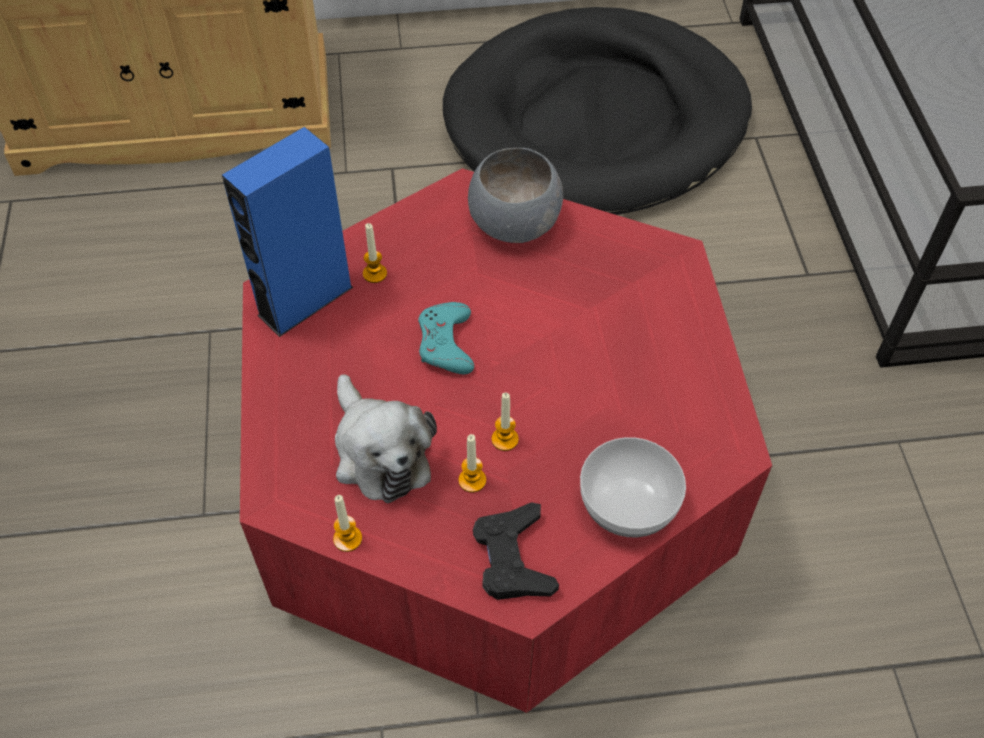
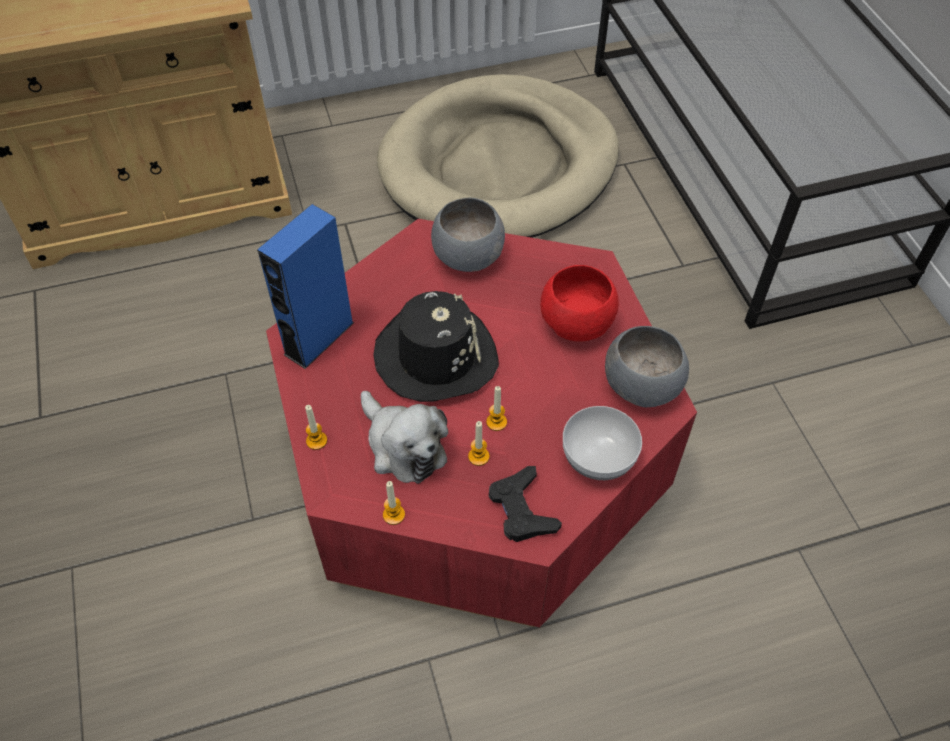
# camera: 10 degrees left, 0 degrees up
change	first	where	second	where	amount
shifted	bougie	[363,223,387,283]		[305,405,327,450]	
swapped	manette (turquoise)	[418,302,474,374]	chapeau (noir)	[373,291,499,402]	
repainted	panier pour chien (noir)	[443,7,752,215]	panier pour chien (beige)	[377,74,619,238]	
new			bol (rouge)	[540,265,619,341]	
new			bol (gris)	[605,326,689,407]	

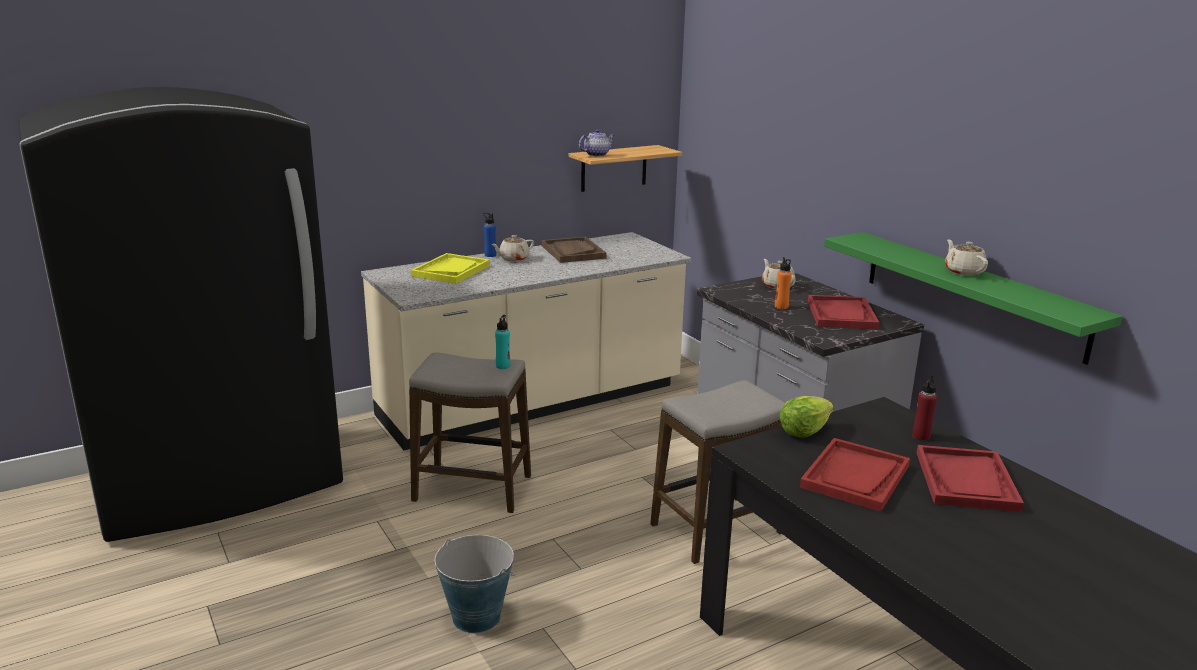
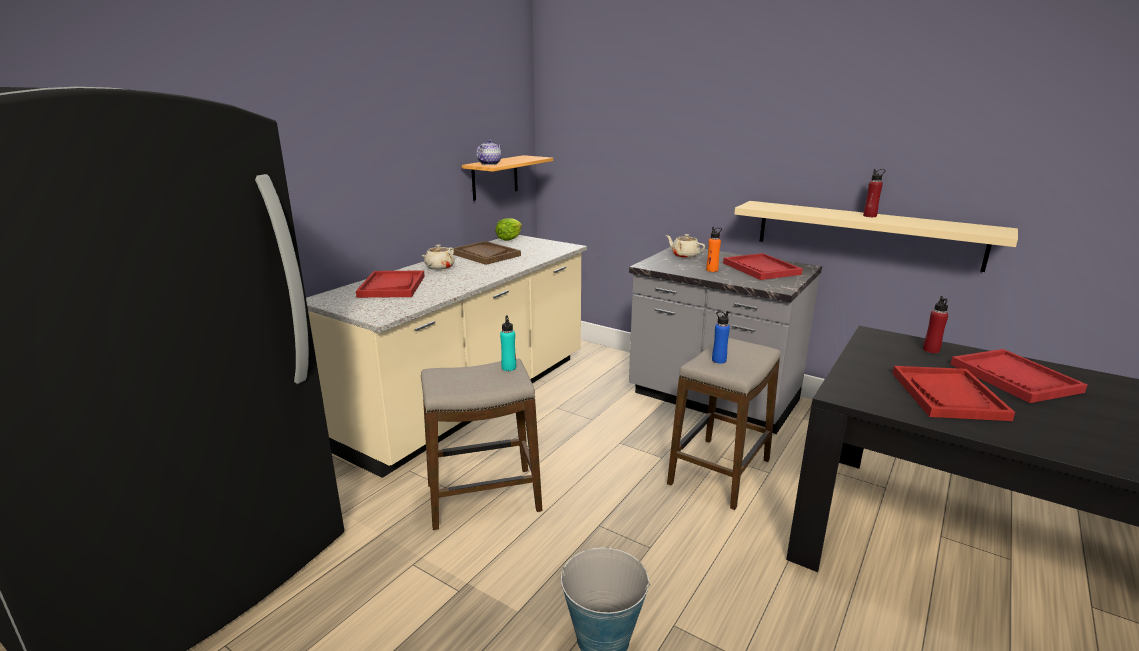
# camera: 25 degrees left, 0 degrees up
change	first	where	second	where	amount
repainted	plateau (jaune)	[411,253,490,284]	plateau (rouge)	[356,270,425,298]	
shifted	laitue	[779,396,834,437]		[495,218,522,241]	
shifted	bouteille (bleu)	[484,212,496,257]		[712,311,730,364]	
repainted	étagère (vert)	[824,232,1123,365]	étagère (beige)	[734,201,1018,272]	
swapped	théière (beige)	[945,239,988,276]	bouteille (rouge)	[863,169,886,217]	

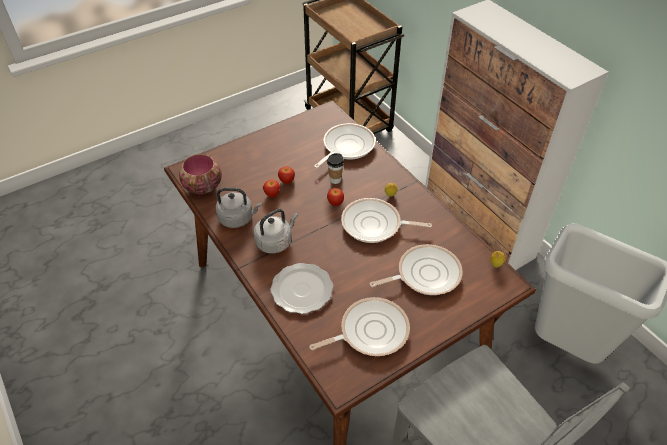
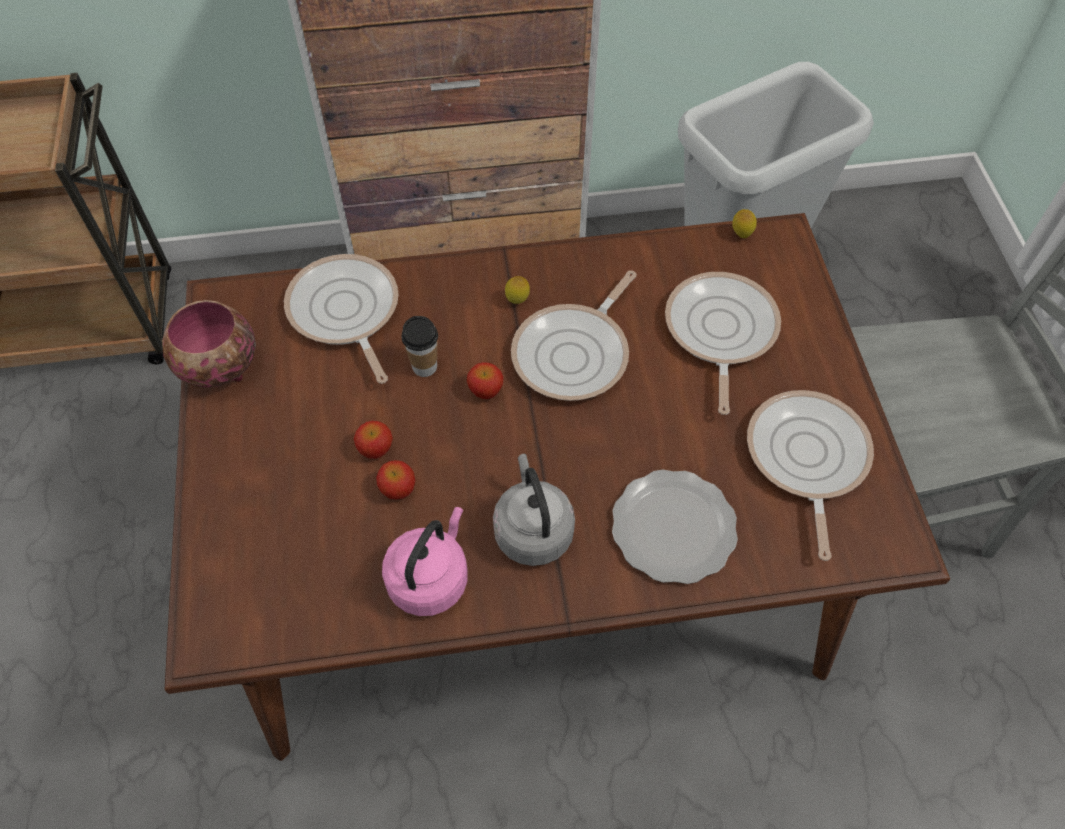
# camera: 65 degrees left, 10 degrees up
change	first	where	second	where	amount
shifted	bol	[179,154,222,197]		[162,300,256,388]	
repainted	bouilloire (gris)	[216,188,261,228]	bouilloire (rose)	[382,507,468,616]	

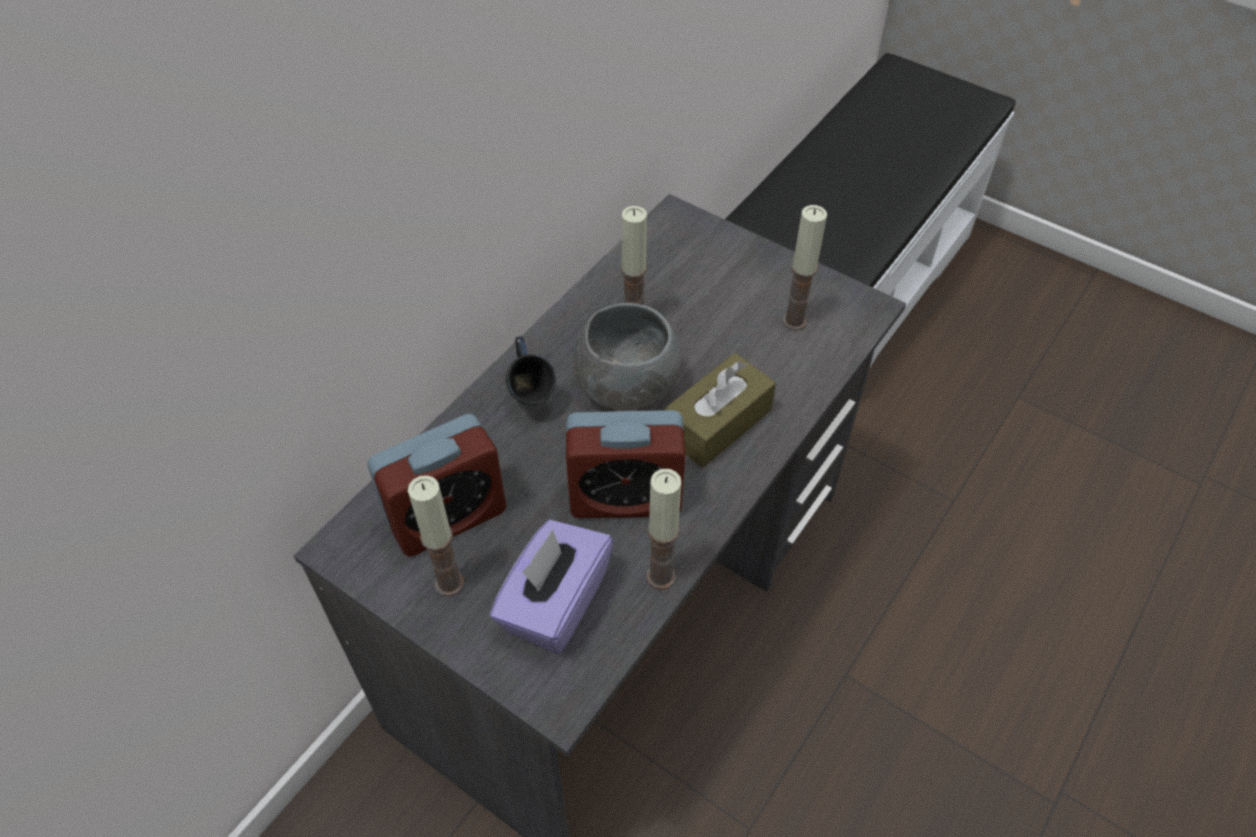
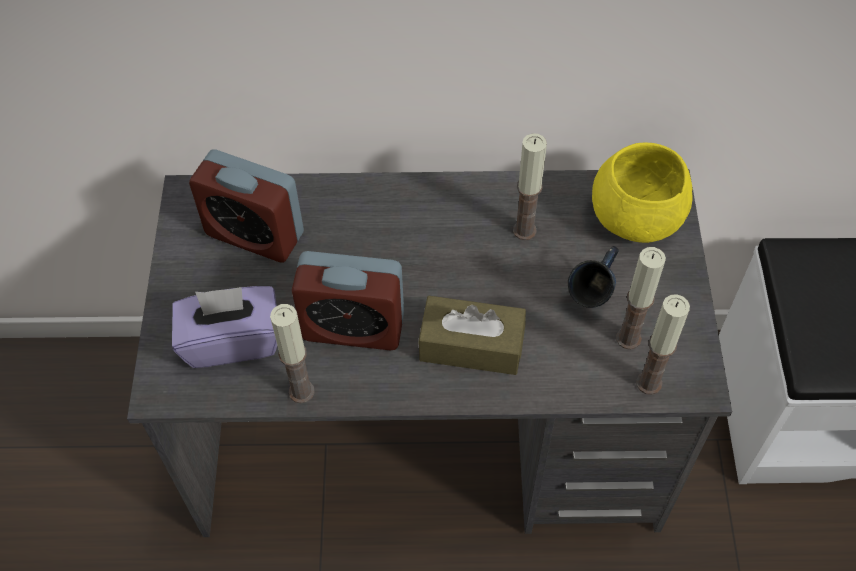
# camera: 55 degrees right, 5 degrees up
change	first	where	second	where	amount
rotated	réveil	[566,410,686,518]		[292,251,404,350]	45 degrees counterclockwise
shifted	mug (bleu)	[506,336,556,405]		[568,246,619,308]	
new			bol (jaune)	[592,143,693,243]	
shifted	bougie	[408,475,464,596]		[636,294,690,395]	
gone	bol (gris)	[572,303,681,410]			

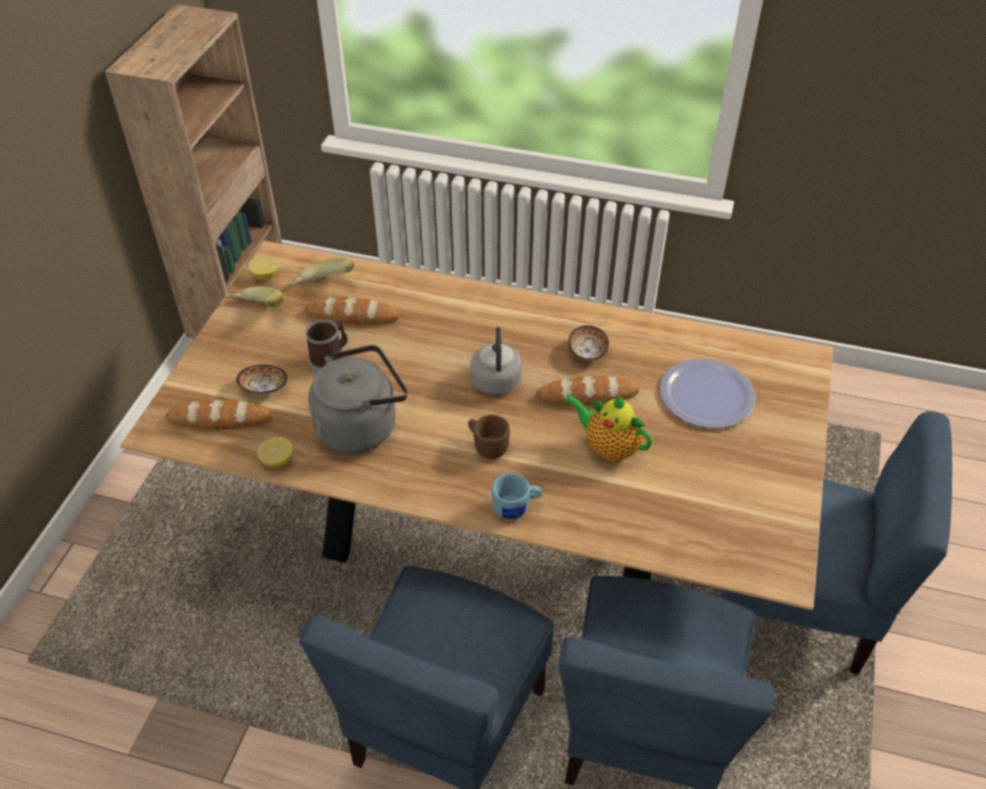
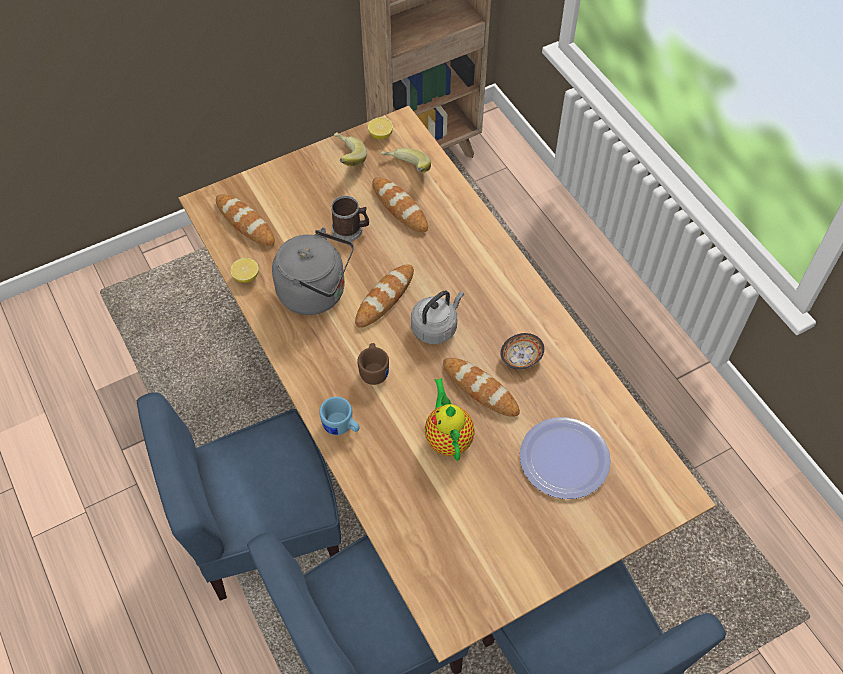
# camera: 45 degrees right, 10 degrees up
change	first	where	second	where	amount
new			pain	[355,264,414,328]	
gone	bol	[236,365,288,394]			

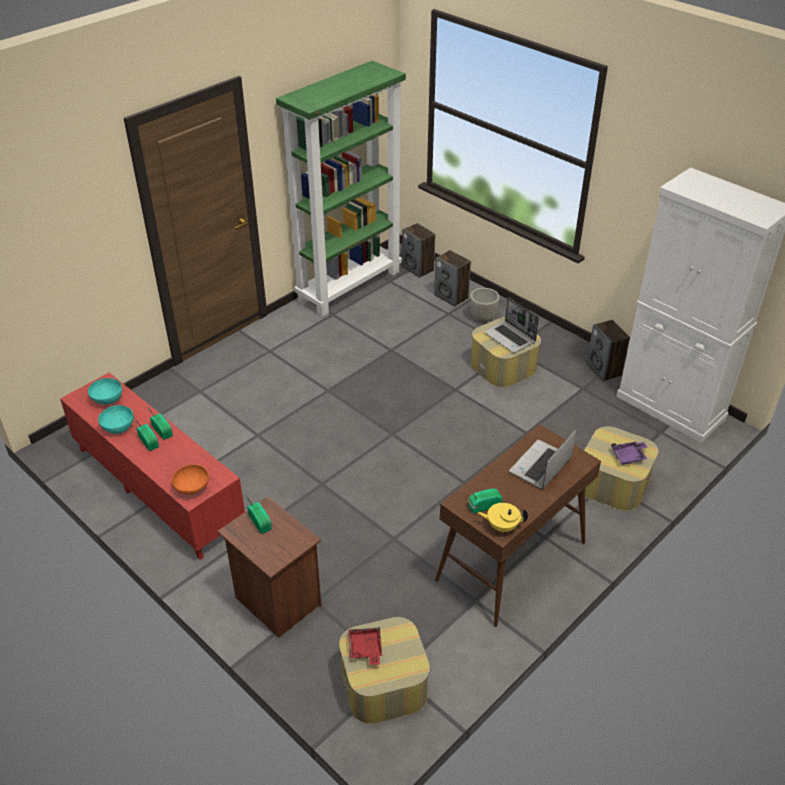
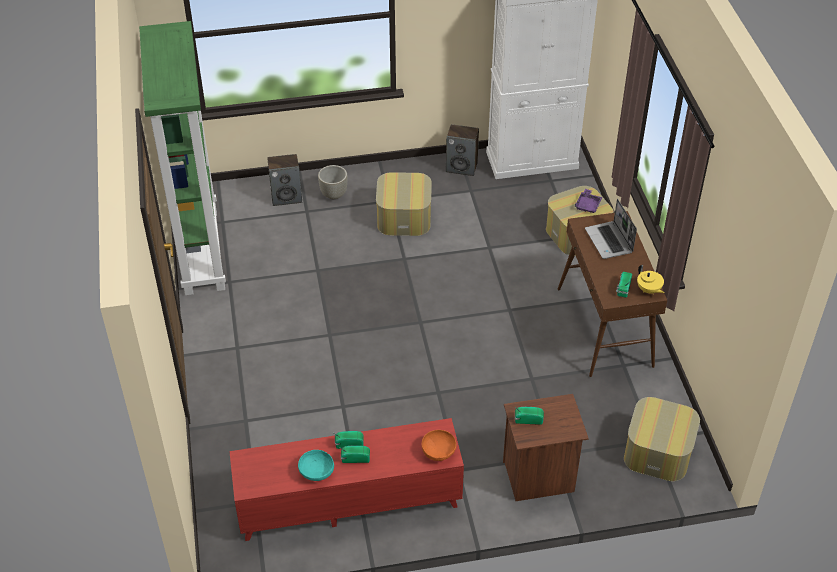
# camera: 55 degrees left, 5 degrees up
change	first	where	second	where	amount
rotated	théière (jaune)	[478,503,528,533]		[637,265,665,294]	75 degrees counterclockwise
gone	bol (turquoise)	[88,378,122,404]			
gone	plateau (rouge)	[348,626,382,665]			
gone	enceinte	[402,223,435,278]			
gone	ordinateur portable	[484,298,539,353]			

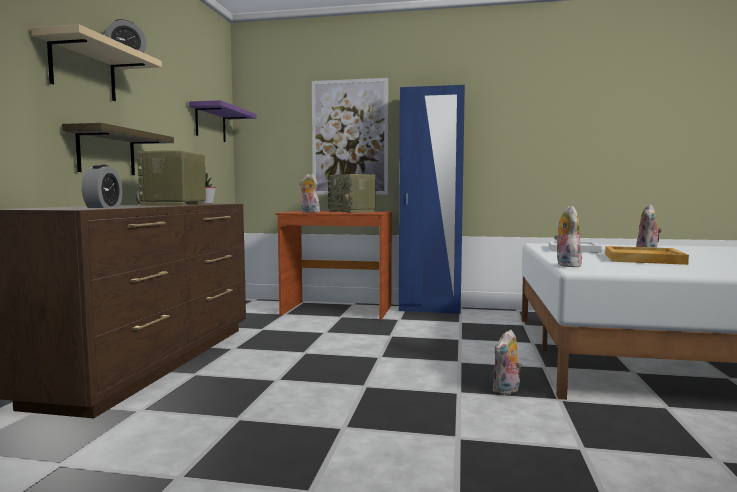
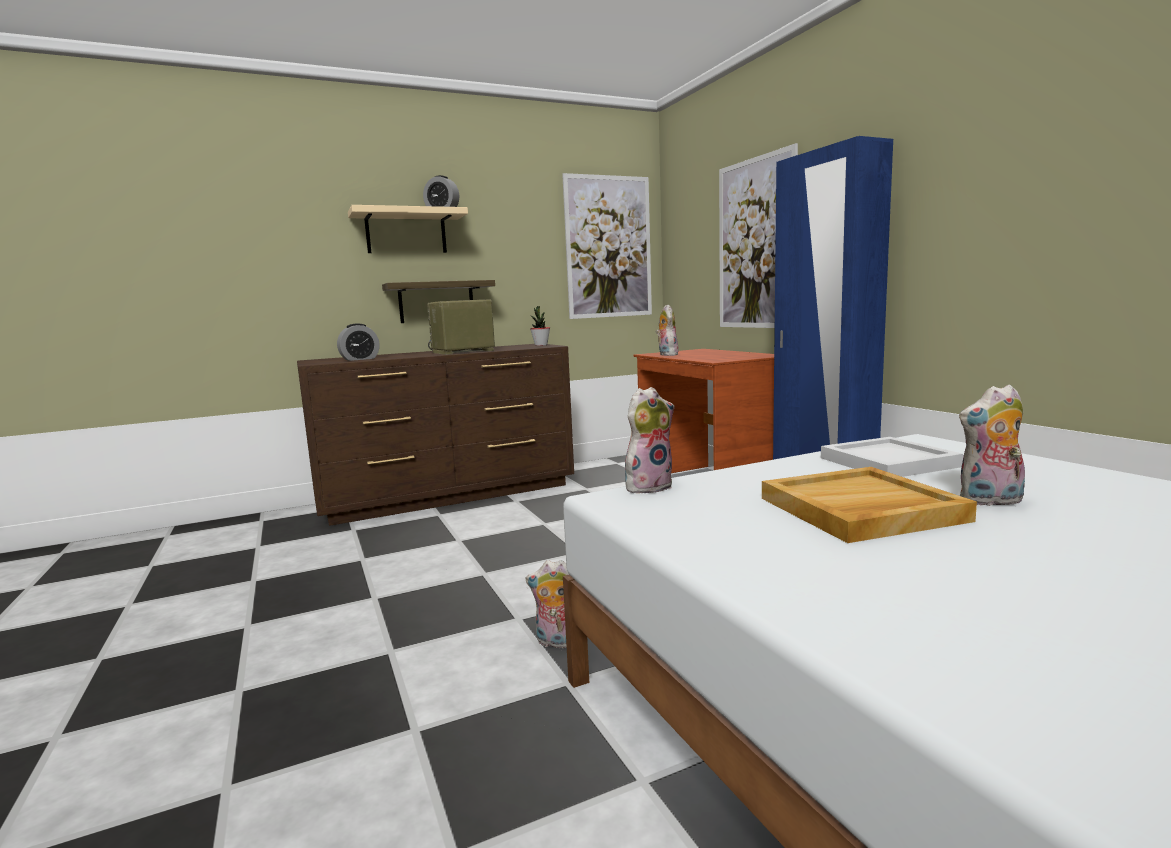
# camera: 55 degrees right, 5 degrees up
change	first	where	second	where	amount
swapped	étagère (violet)	[189,100,257,142]	tableau	[562,173,652,319]	
gone	radio	[328,174,376,213]			

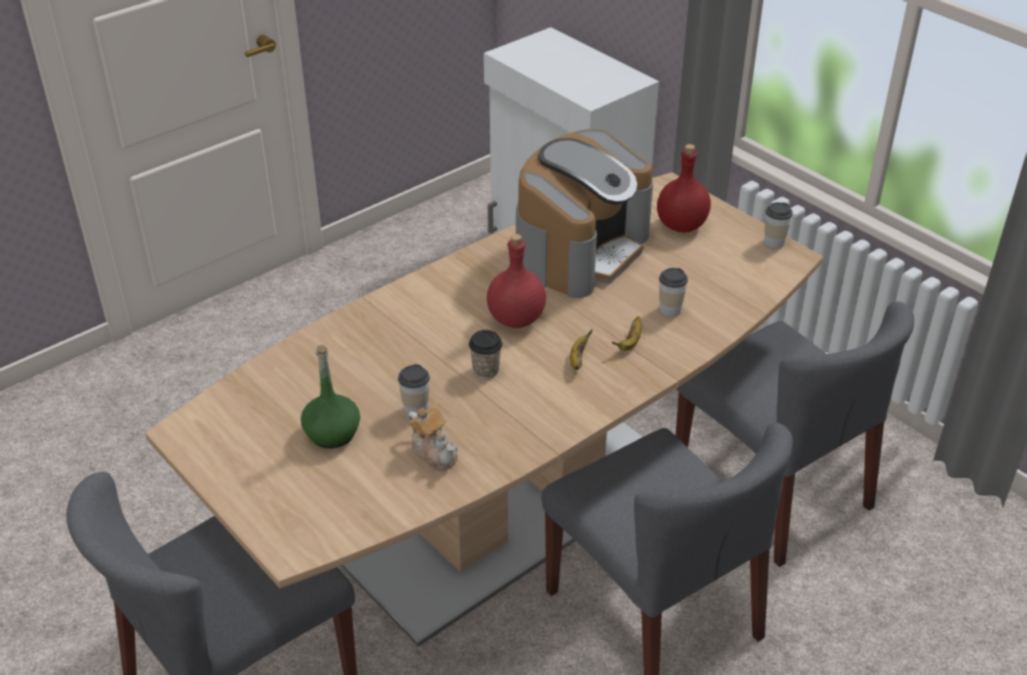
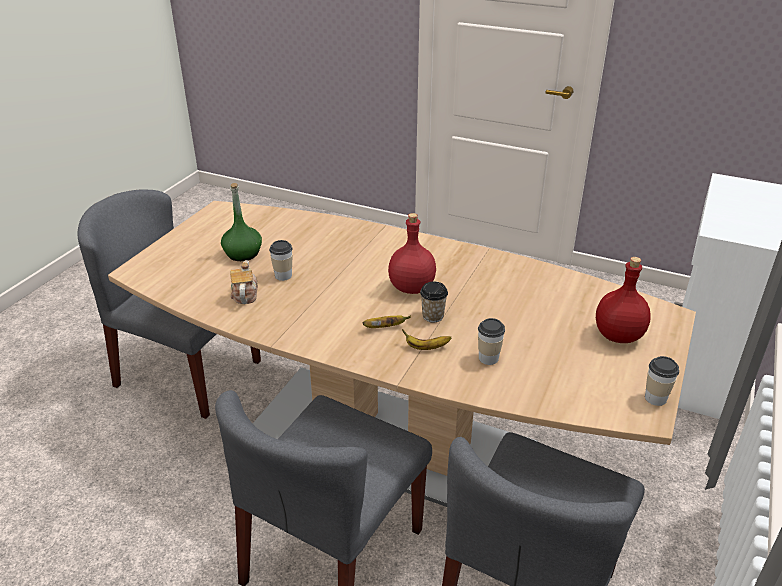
# camera: 65 degrees right, 5 degrees down
change	first	where	second	where	amount
rotated	théière	[408,406,458,471]		[230,260,258,304]	150 degrees clockwise
shifted	tasse	[469,330,502,379]		[420,281,448,322]	
gone	machine à café	[516,129,653,298]			

